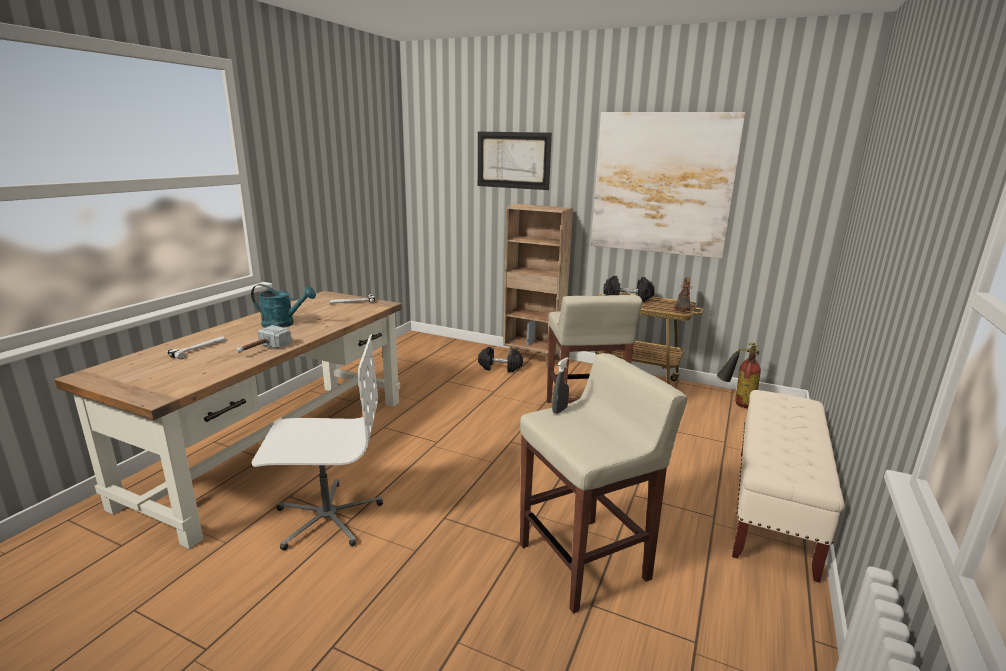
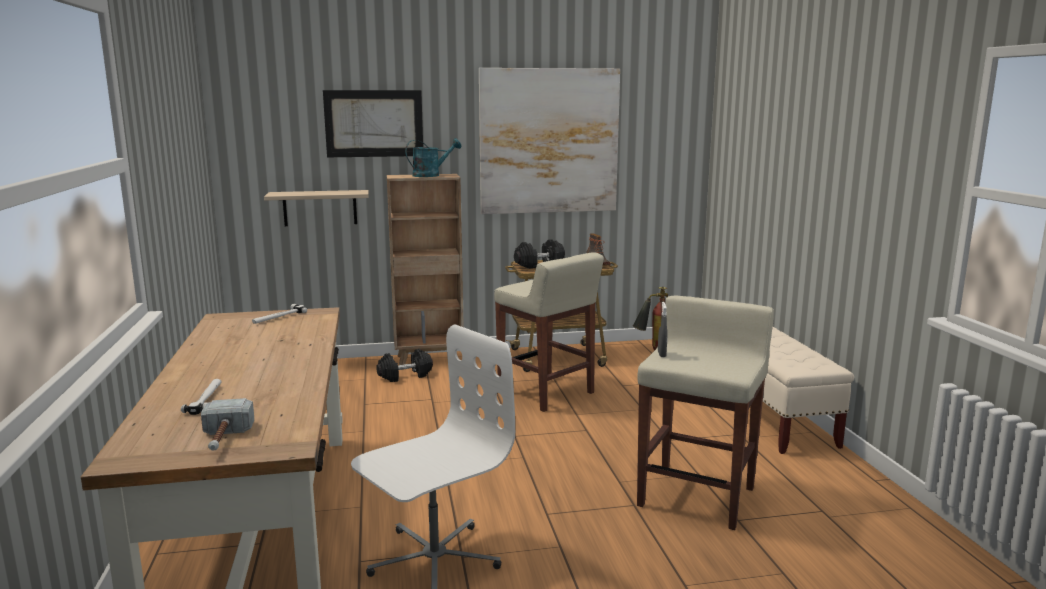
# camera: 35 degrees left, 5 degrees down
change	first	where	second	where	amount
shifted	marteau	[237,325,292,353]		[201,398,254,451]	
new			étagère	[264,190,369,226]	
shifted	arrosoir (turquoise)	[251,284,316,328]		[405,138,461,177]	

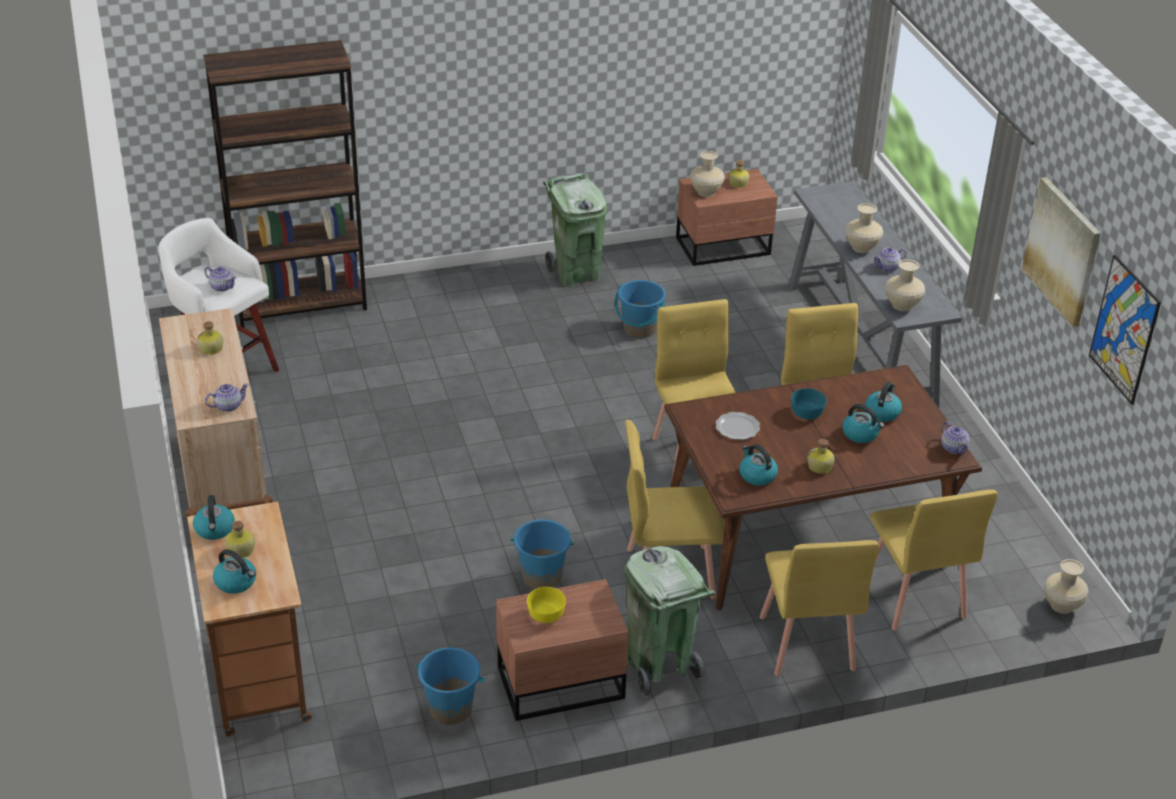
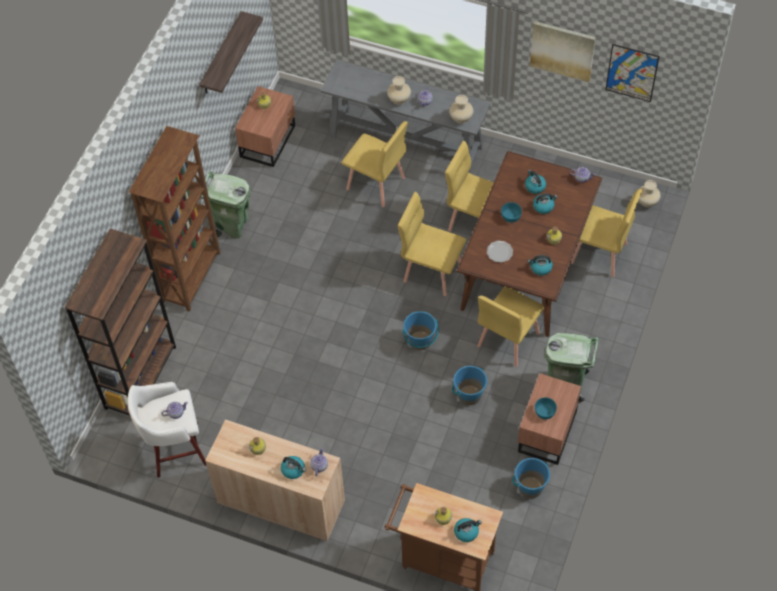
# camera: 50 degrees left, 20 degrees up
change	first	where	second	where	amount
new			bibliothèque (marron)	[128,126,220,312]	
new			étagère	[199,11,263,94]	
shifted	bouilloire	[193,495,235,540]		[281,456,306,479]	
shifted	chaise (jaune)	[760,540,879,676]		[341,121,408,207]	
shifted	seau (bleu)	[615,280,666,338]		[402,311,439,350]	
repainted	bol (jaune)	[527,587,566,623]	bol (turquoise)	[535,397,557,419]	
gone	vase (beige)	[690,151,725,197]			

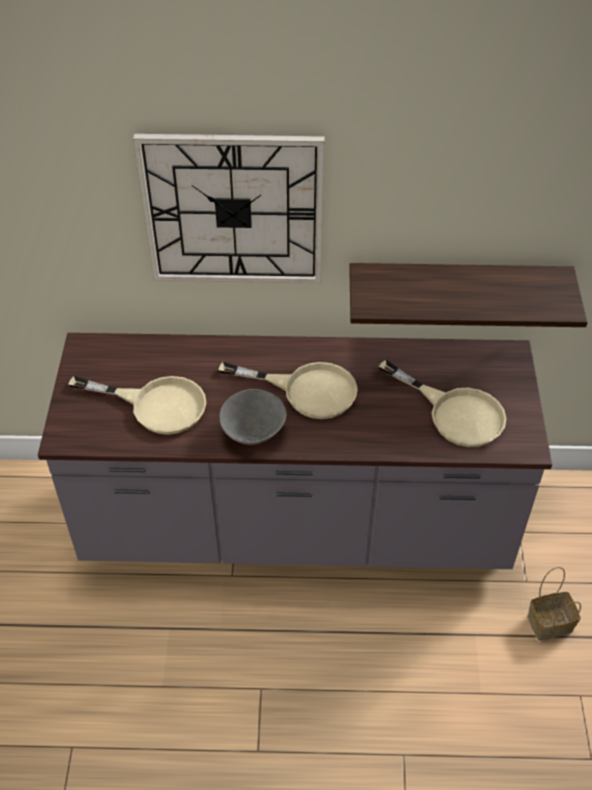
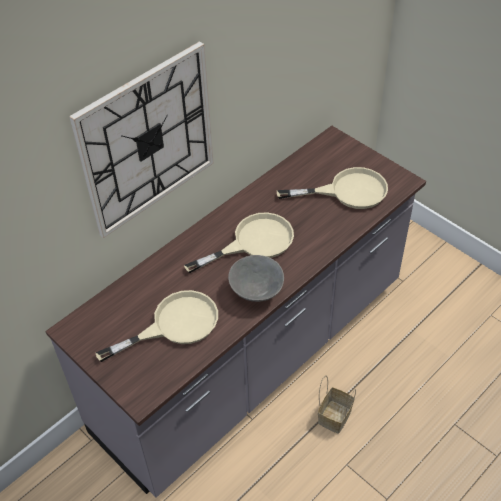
# camera: 45 degrees left, 0 degrees up
change	first	where	second	where	amount
shifted	panier	[527,567,581,640]		[318,375,356,434]	
gone	étagère	[349,263,588,327]			

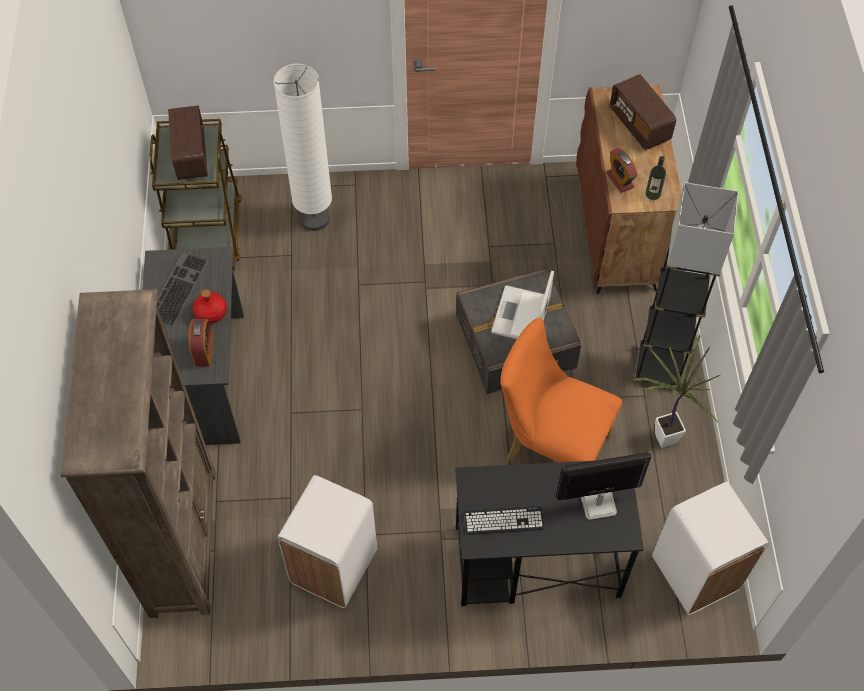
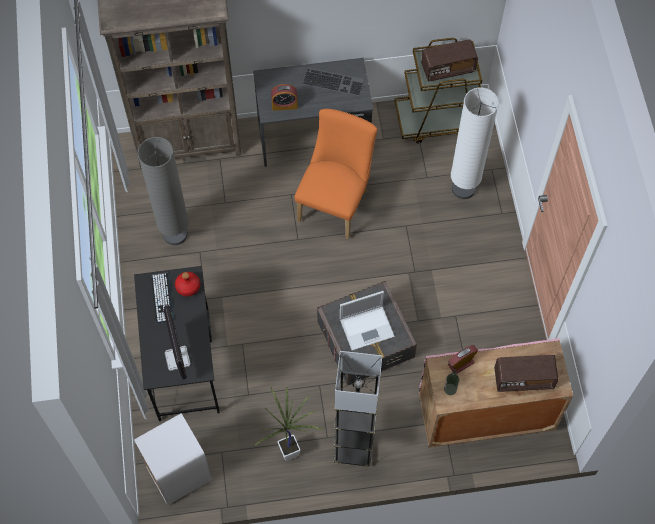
# camera: 85 degrees right, 5 degrees up
change	first	where	second	where	amount
swapped	poubelle (blanc)	[277,475,377,608]	lampadaire (gris)	[138,137,188,245]	
shifted	bouteille (rouge)	[193,289,227,324]		[175,272,200,296]	
shifted	chaise (orange)	[501,318,622,462]		[294,109,377,239]	
rotated	ordinateur portable	[491,270,554,339]		[340,291,395,351]	150 degrees clockwise
repainted	meuble de rangement (marron)	[576,85,682,294]	meuble de rangement (rose)	[419,338,573,448]	
rotated	radio	[610,74,676,150]		[494,355,559,392]	150 degrees counterclockwise

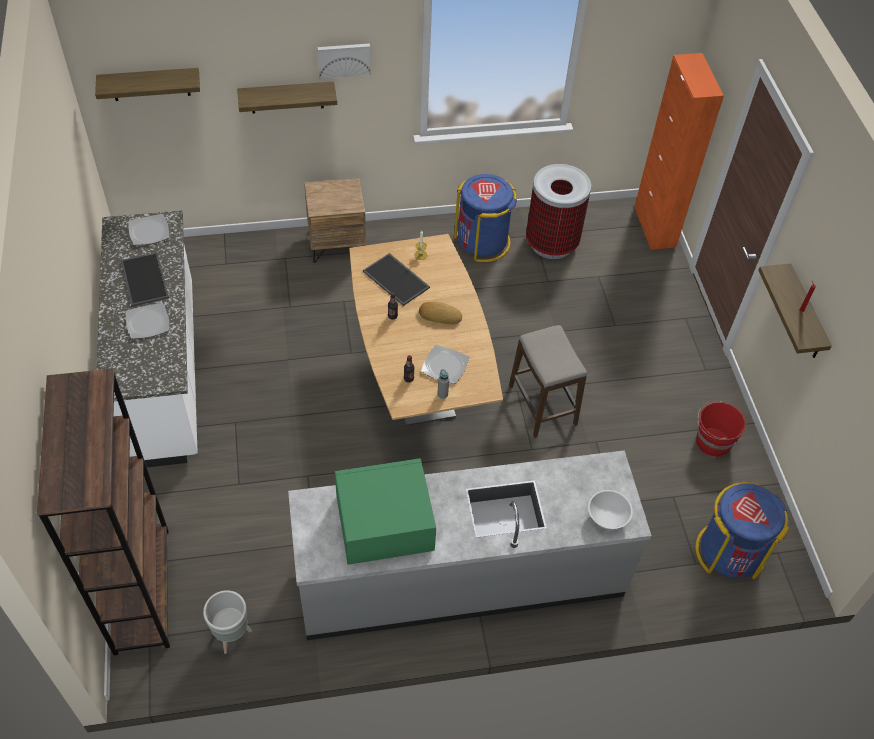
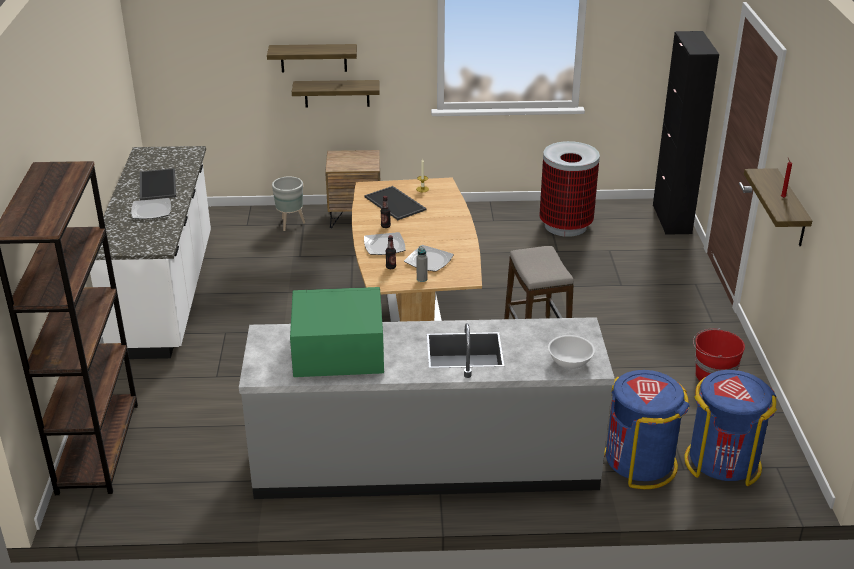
# camera: 10 degrees right, 20 degrees down
change	first	where	second	where	amount
shifted	cache-pot (gris)	[203,590,252,654]		[272,176,305,231]	
shifted	étagère	[95,68,200,101]		[292,80,380,108]	
shifted	assiette	[128,214,169,245]		[364,232,406,255]	
shifted	poubelle (bleu)	[454,174,517,262]		[604,370,690,489]	
repainted	meuble de rangement (orange)	[634,53,724,250]	meuble de rangement (noir)	[653,31,719,235]	
gone	tableau	[317,44,371,79]			
gone	pain	[419,302,462,325]			

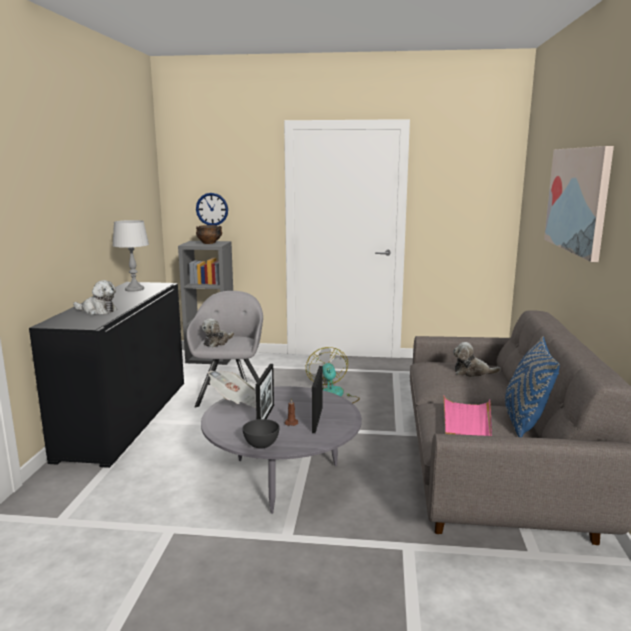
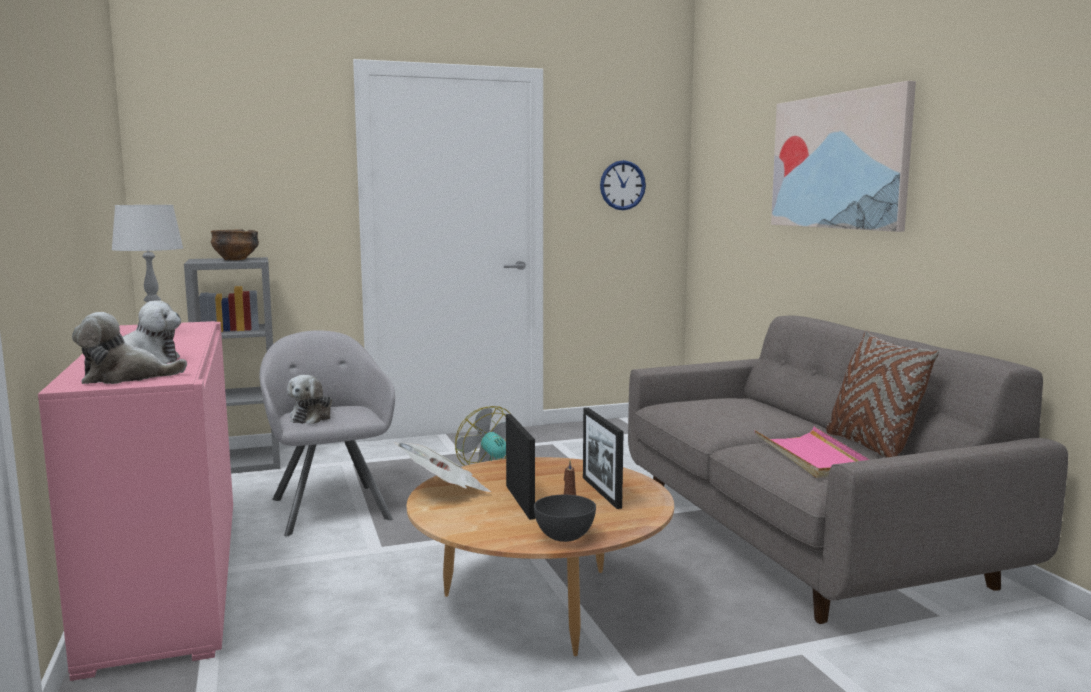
# camera: 25 degrees left, 5 degrees down
change	first	where	second	where	amount
repainted	meuble de rangement (noir)	[29,282,184,468]	meuble de rangement (rose)	[38,321,233,681]	
shifted	peluche	[453,342,501,377]		[72,312,187,384]	
repainted	table basse (gris)	[201,386,362,514]	table basse (marron)	[407,457,674,656]	
shifted	horloge murale	[196,193,228,225]		[600,160,646,210]	
repainted	coussin (bleu)	[505,336,560,437]	coussin (marron)	[826,330,939,458]	

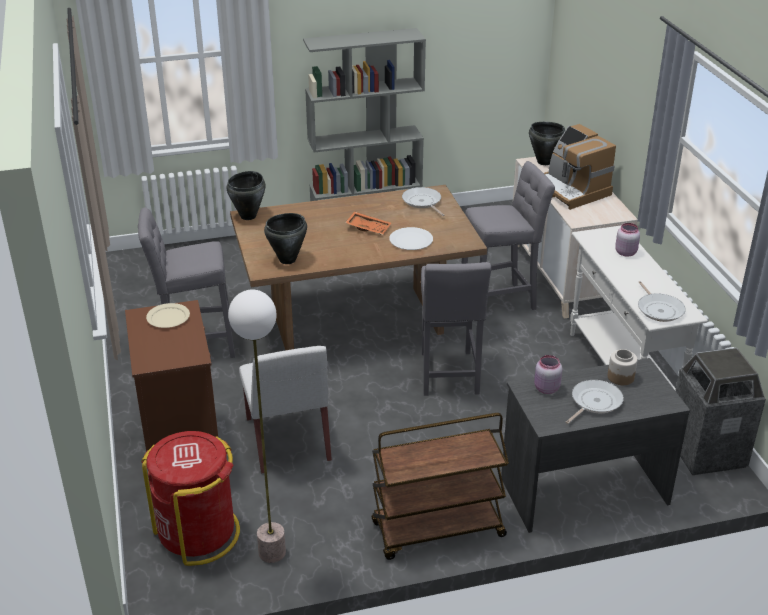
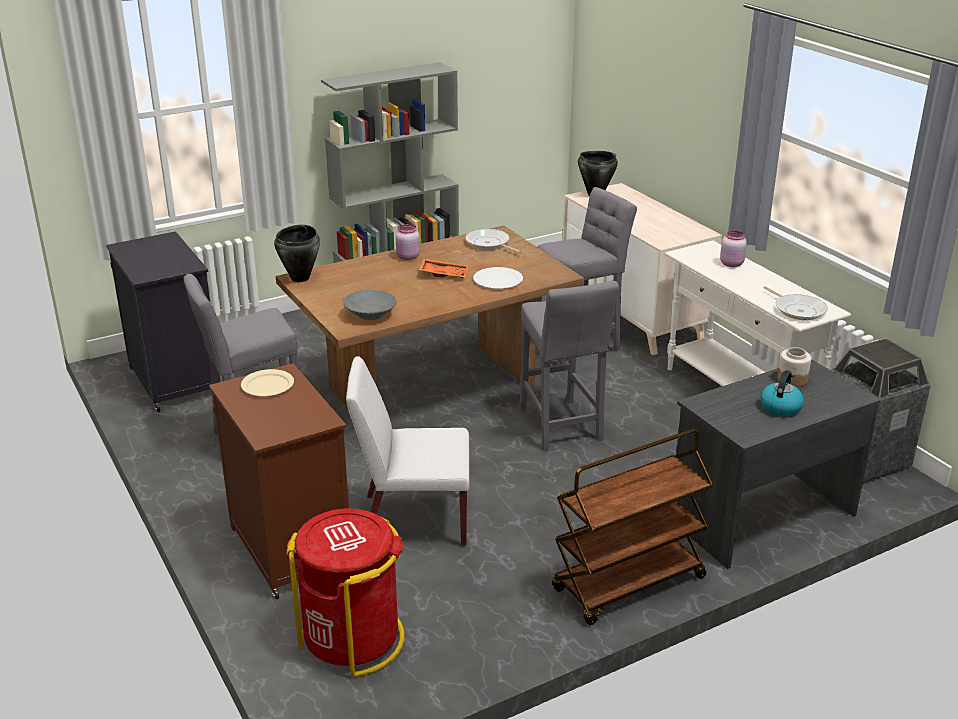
# camera: 15 degrees left, 5 degrees down
change	first	where	second	where	amount
new			meuble de rangement (noir)	[106,231,221,412]	
swapped	marmite (noir)	[264,213,307,264]	bol (gris)	[343,290,397,320]	
rotated	chaise (blanc)	[239,346,332,474]		[346,356,469,546]	120 degrees clockwise
shifted	bocal (rose)	[534,355,562,394]		[396,224,420,260]	
swapped	poêle	[565,380,624,424]	bouilloire	[760,370,804,416]	
gone	lampadaire	[228,290,286,563]			
gone	machine à café	[544,124,616,210]			

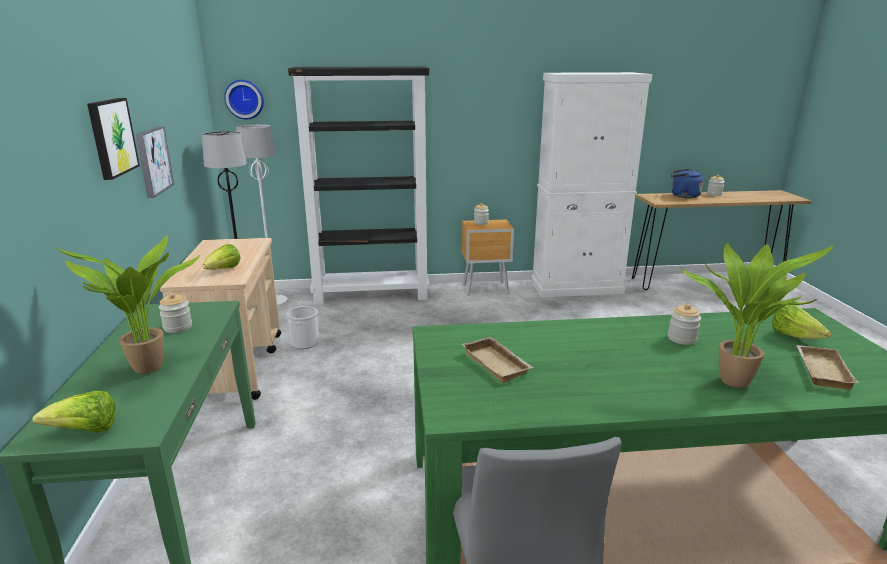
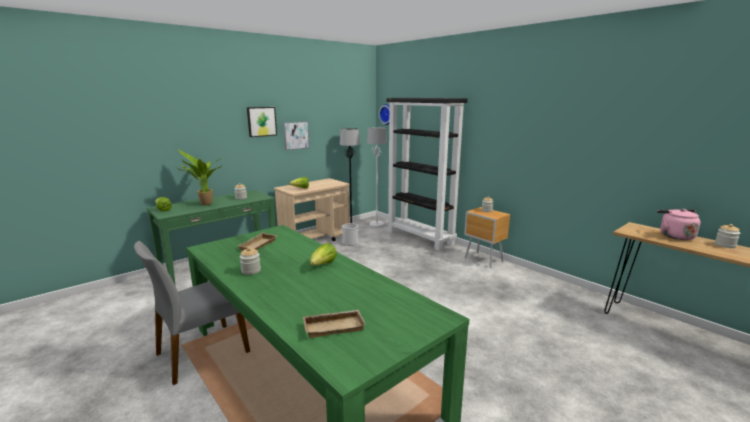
# camera: 55 degrees right, 5 degrees down
change	first	where	second	where	amount
shifted	bocal	[668,304,701,345]		[240,247,261,275]	
shifted	laitue	[772,305,832,339]		[310,243,337,266]	
repainted	bouilloire (bleu)	[671,169,703,198]	bouilloire (rose)	[657,209,701,240]	
gone	meuble de rangement (blanc)	[531,72,653,297]			
gone	plante en pot	[680,243,834,388]			

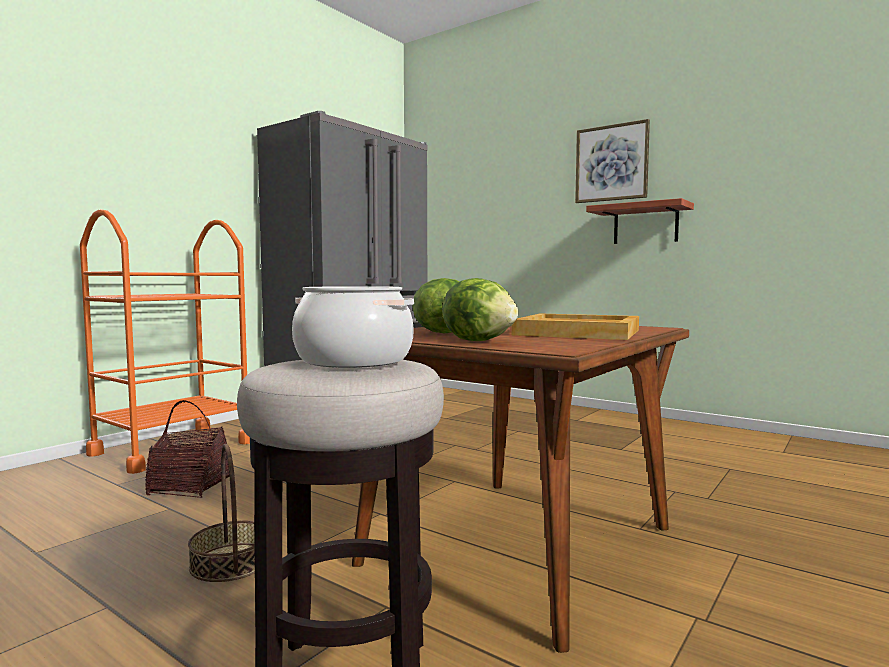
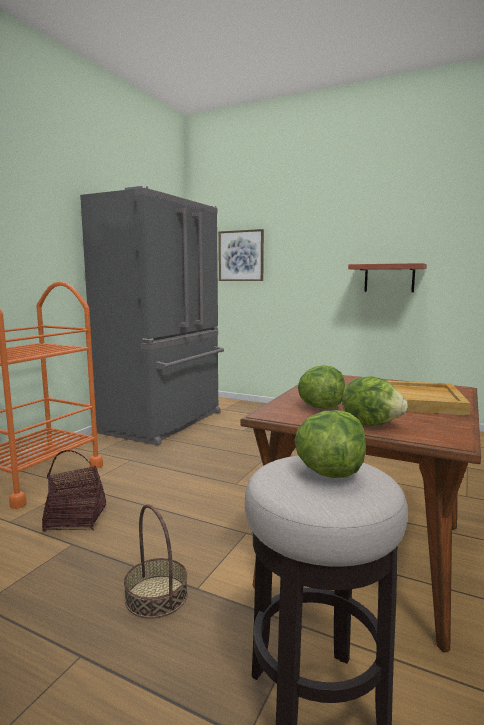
# camera: 10 degrees left, 5 degrees up
change	first	where	second	where	amount
shifted	tableau	[575,119,650,203]		[218,229,264,281]	
swapped	marmite	[292,286,414,368]	laitue	[294,410,366,478]	

